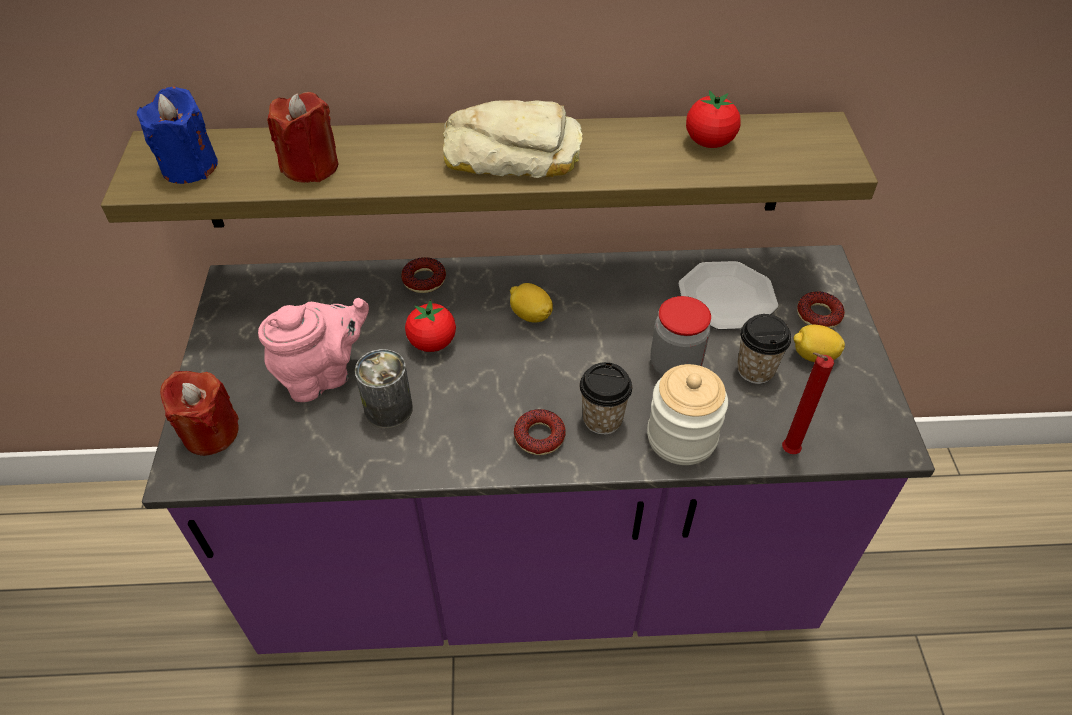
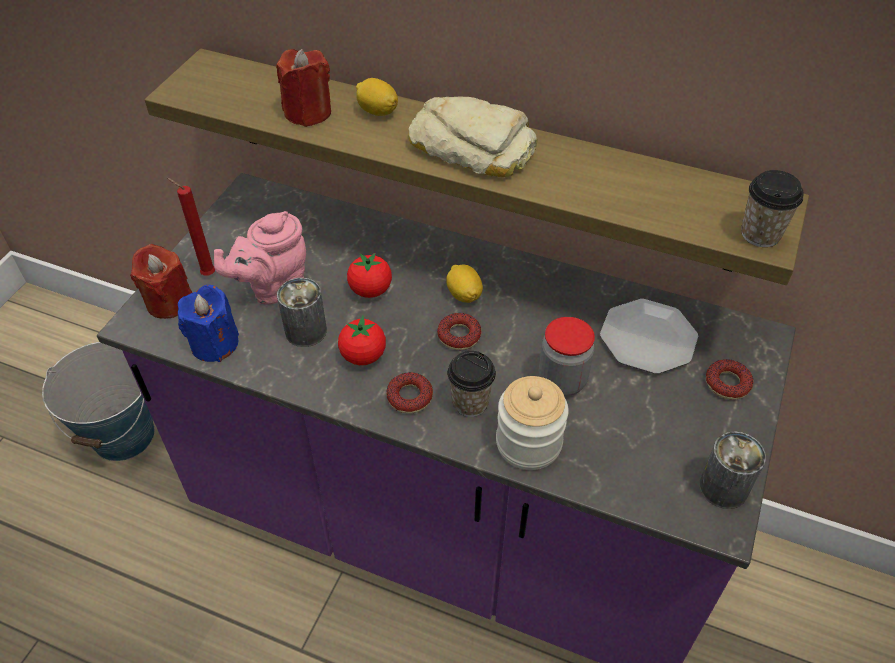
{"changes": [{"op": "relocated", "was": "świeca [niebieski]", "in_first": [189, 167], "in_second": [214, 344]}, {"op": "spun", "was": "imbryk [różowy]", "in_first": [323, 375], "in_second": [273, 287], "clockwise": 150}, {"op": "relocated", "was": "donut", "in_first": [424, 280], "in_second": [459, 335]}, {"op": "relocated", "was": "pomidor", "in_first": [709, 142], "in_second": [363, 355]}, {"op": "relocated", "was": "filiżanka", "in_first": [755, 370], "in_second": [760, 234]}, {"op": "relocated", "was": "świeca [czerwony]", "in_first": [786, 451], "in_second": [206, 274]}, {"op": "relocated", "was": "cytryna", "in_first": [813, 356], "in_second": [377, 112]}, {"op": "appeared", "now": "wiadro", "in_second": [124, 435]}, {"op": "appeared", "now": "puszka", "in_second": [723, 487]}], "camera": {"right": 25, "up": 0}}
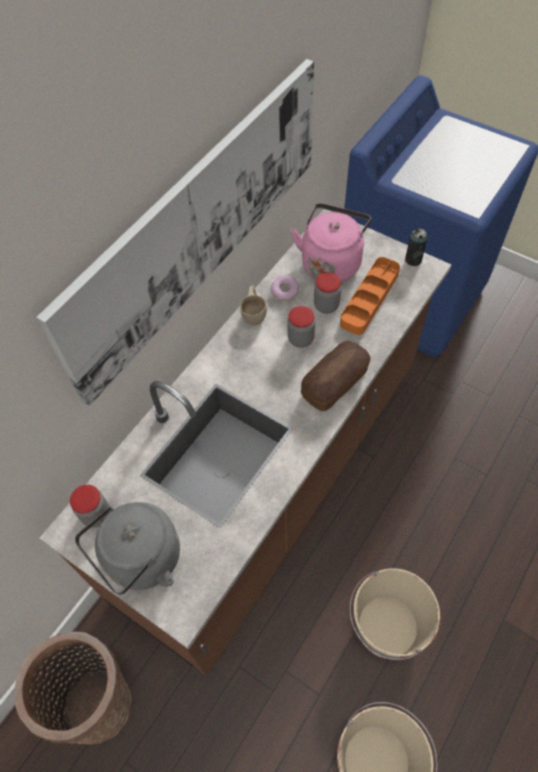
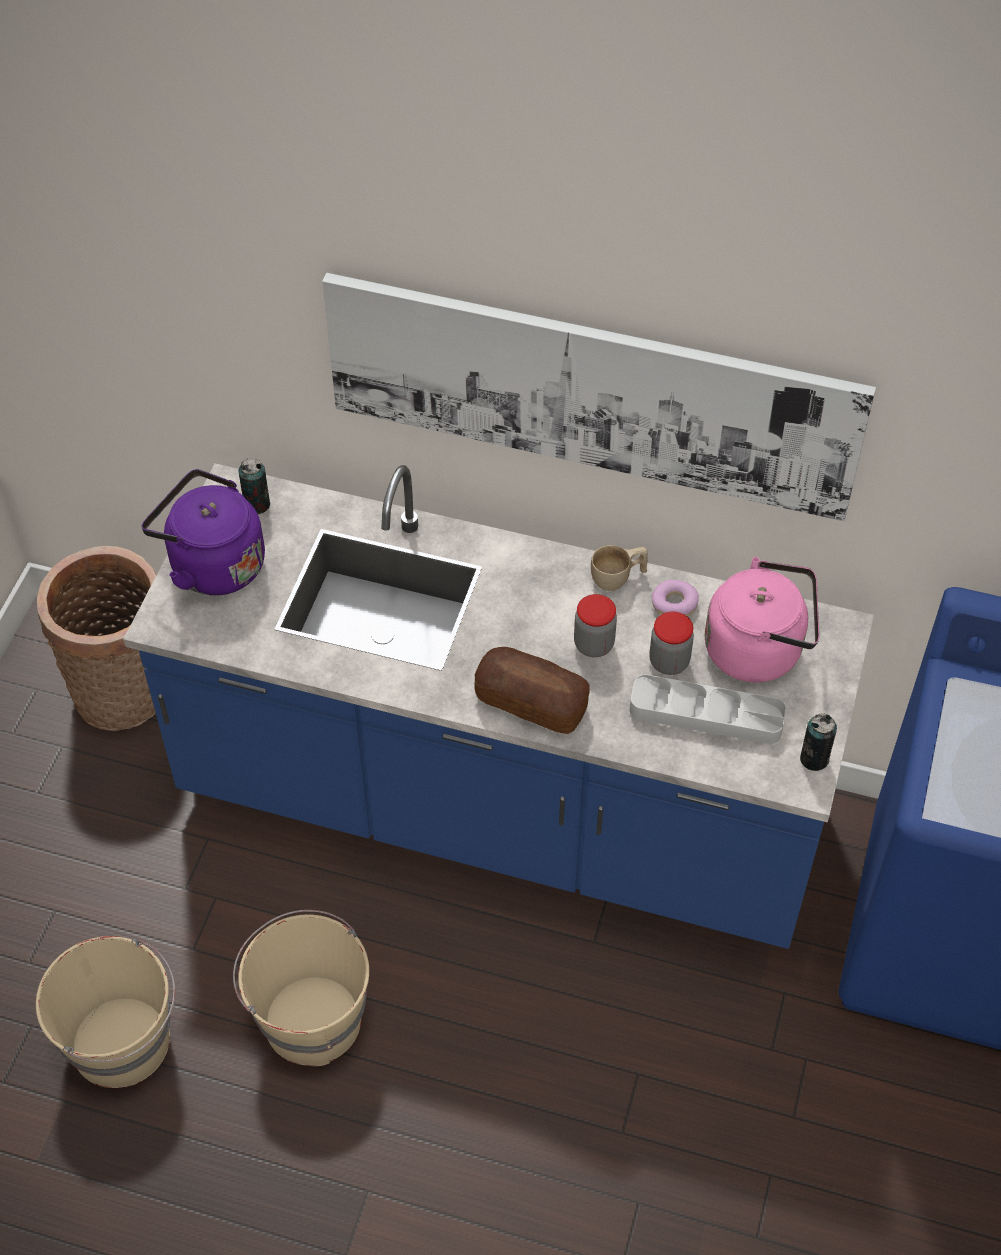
{"changes": [{"op": "colour", "was": "zabudowa kuchenna [brązowy]", "now": "zabudowa kuchenna [niebieski]", "in_first": [274, 480], "in_second": [500, 807]}, {"op": "exchanged", "was": "słoik", "now": "puszka", "in_first": [96, 515], "in_second": [257, 505]}, {"op": "colour", "was": "czajnik [szary]", "now": "czajnik [fioletowy]", "in_first": [140, 560], "in_second": [212, 564]}, {"op": "colour", "was": "taca [pomarańczowy]", "now": "taca [szary]", "in_first": [369, 298], "in_second": [706, 714]}], "camera": {"right": 70, "up": -5}}
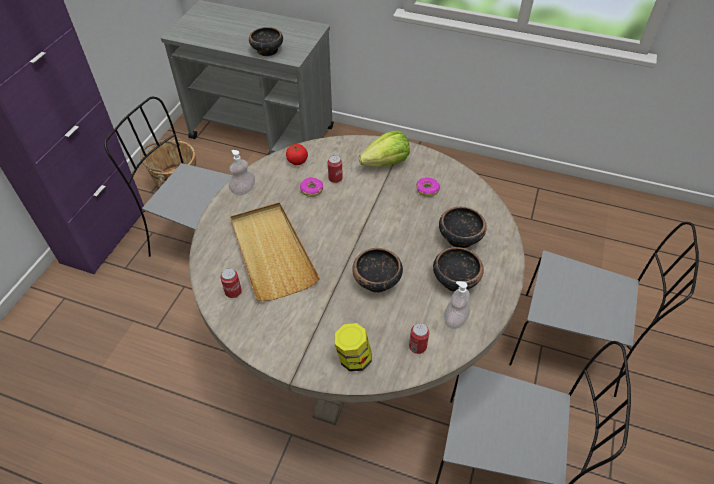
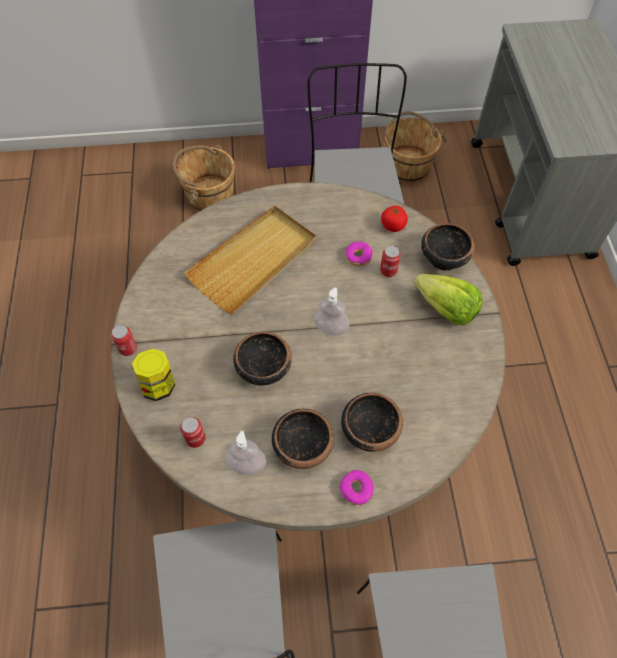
{"changes": [{"op": "relocated", "was": "puszka", "in_first": [233, 292], "in_second": [128, 348]}, {"op": "relocated", "was": "dozownik mydła", "in_first": [243, 190], "in_second": [331, 328]}, {"op": "relocated", "was": "miska", "in_first": [267, 51], "in_second": [443, 257]}, {"op": "relocated", "was": "donut", "in_first": [427, 190], "in_second": [356, 489]}, {"op": "appeared", "now": "wiadro [brązowy]", "in_second": [209, 196]}], "camera": {"right": 65, "up": 10}}
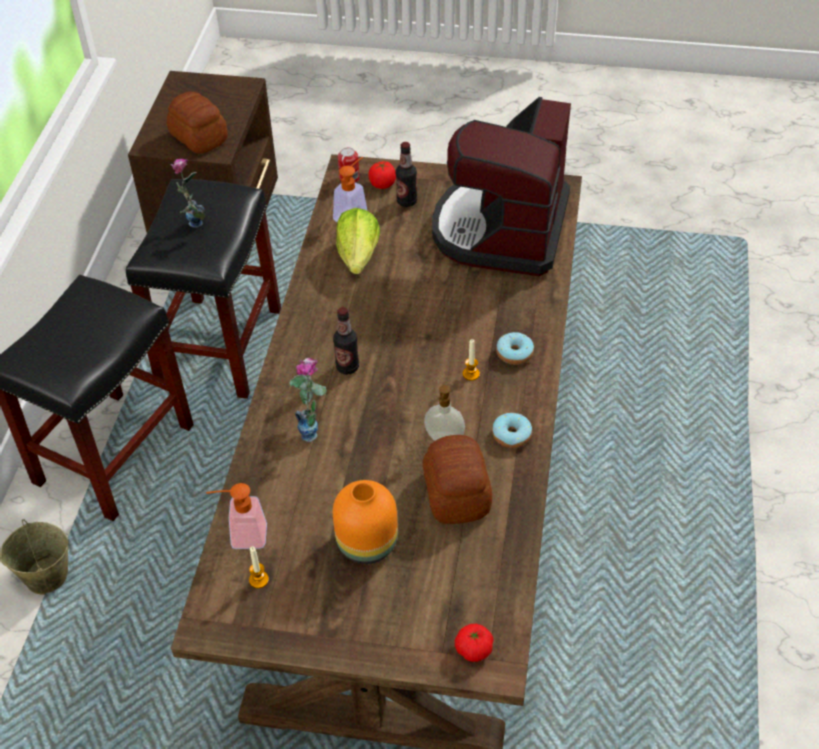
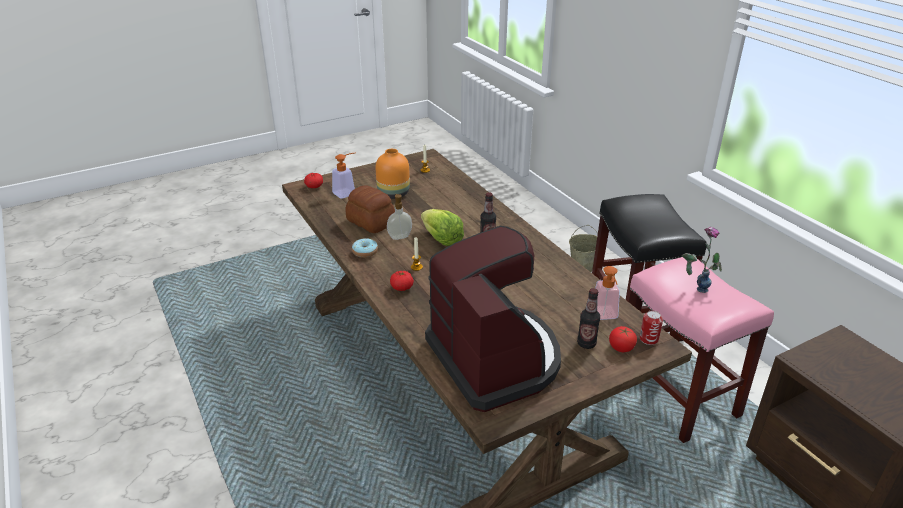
{"changes": [{"op": "colour", "was": "stołek [czarny]", "now": "stołek [różowy]", "in_first": [219, 346], "in_second": [677, 397]}, {"op": "missing", "was": "chleb", "in_first": [199, 136]}, {"op": "relocated", "was": "dozownik mydła", "in_first": [241, 536], "in_second": [347, 192]}, {"op": "missing", "was": "wazon", "in_first": [314, 427]}, {"op": "relocated", "was": "sałata", "in_first": [358, 256], "in_second": [441, 239]}, {"op": "exchanged", "was": "donut", "now": "pomidor", "in_first": [514, 353], "in_second": [402, 287]}], "camera": {"right": 140, "up": -15}}
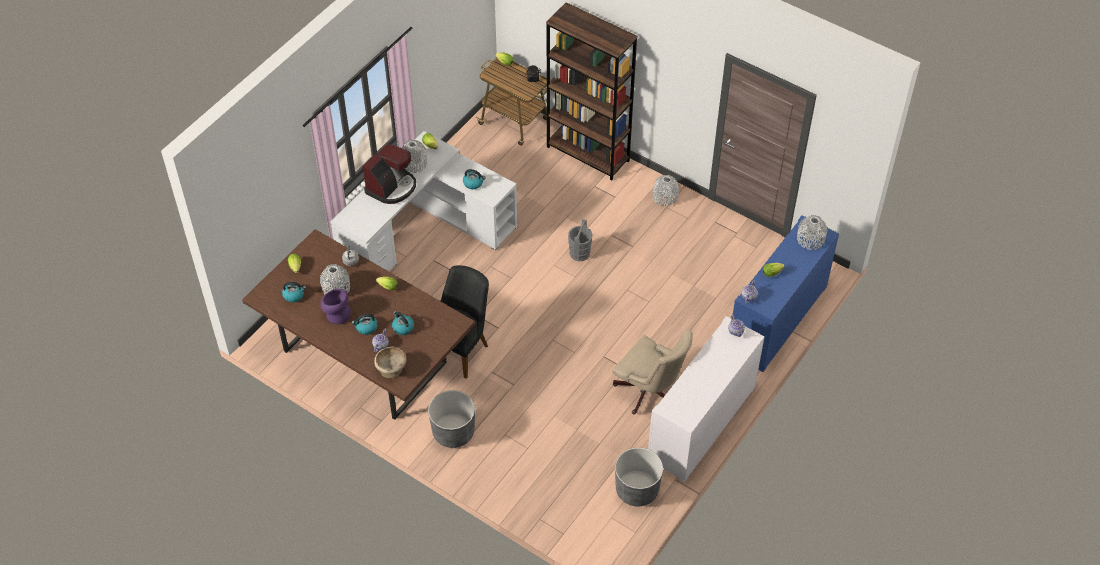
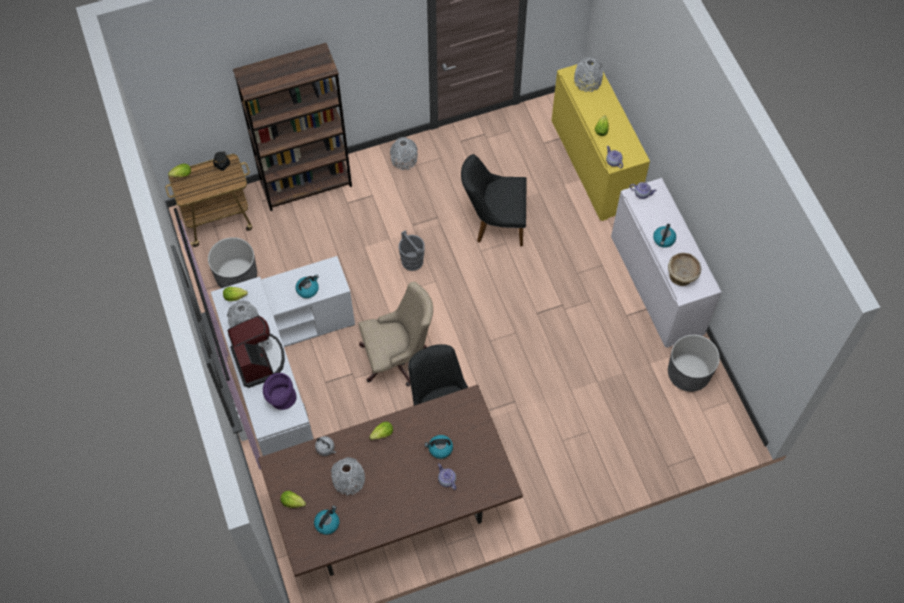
{"changes": [{"op": "relocated", "was": "wazon [fioletowy]", "in_first": [336, 314], "in_second": [280, 399]}, {"op": "relocated", "was": "czajnik", "in_first": [366, 327], "in_second": [663, 240]}, {"op": "relocated", "was": "miska [beżowy]", "in_first": [391, 369], "in_second": [682, 275]}, {"op": "relocated", "was": "donica [szary]", "in_first": [453, 432], "in_second": [237, 277]}, {"op": "relocated", "was": "krzesło biurowe [beżowy]", "in_first": [650, 392], "in_second": [397, 358]}, {"op": "colour", "was": "szafka [niebieski]", "now": "szafka [żółty]", "in_first": [777, 319], "in_second": [594, 164]}, {"op": "appeared", "now": "krzesło [czarny]", "in_second": [494, 223]}], "camera": {"right": -55, "up": 10}}
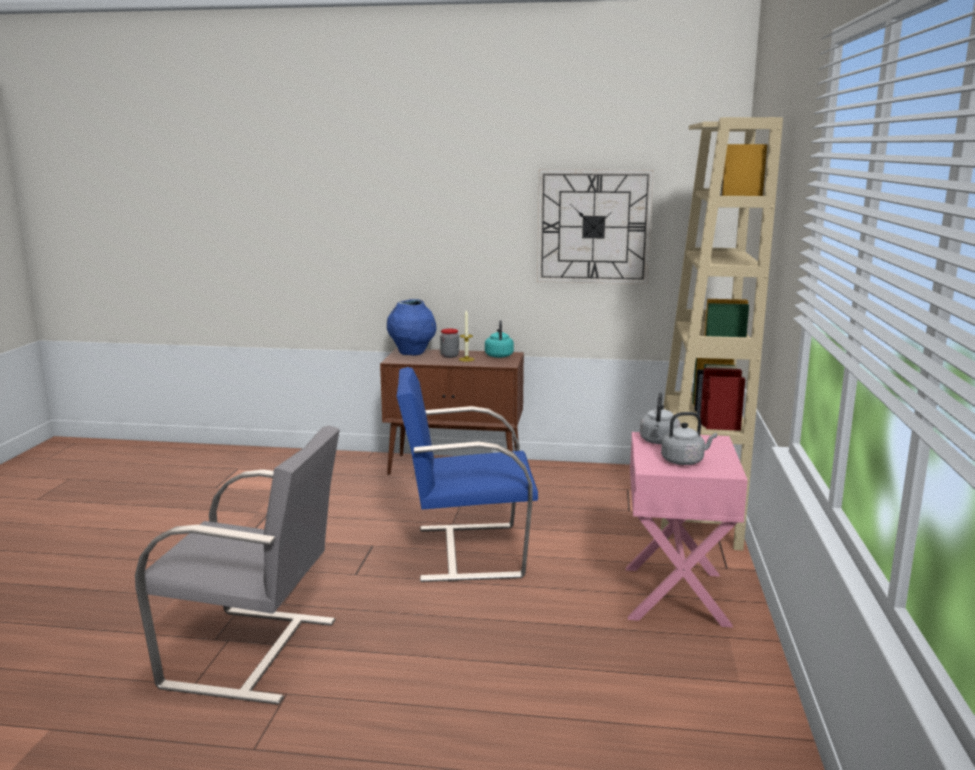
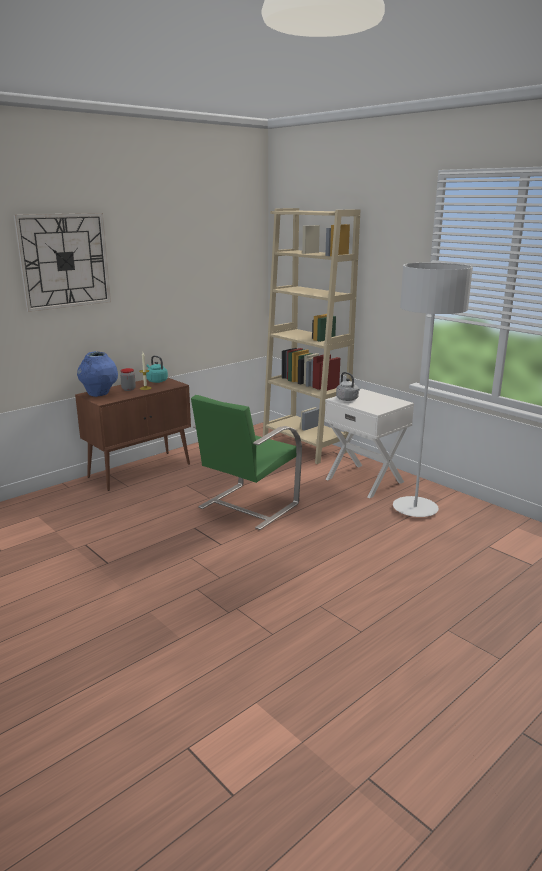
{"changes": [{"op": "missing", "was": "krzesło [szary]", "in_first": [254, 653]}, {"op": "colour", "was": "krzesło [niebieski]", "now": "krzesło [zielony]", "in_first": [466, 551], "in_second": [247, 506]}, {"op": "relocated", "was": "zegar ścienny", "in_first": [593, 226], "in_second": [64, 261]}, {"op": "colour", "was": "szafka nocna [różowy]", "now": "szafka nocna [biały]", "in_first": [677, 595], "in_second": [365, 480]}, {"op": "missing", "was": "czajnik [szary]", "in_first": [684, 461]}, {"op": "appeared", "now": "lampa stojąca [szary]", "in_second": [415, 509]}], "camera": {"right": -50, "up": 5}}
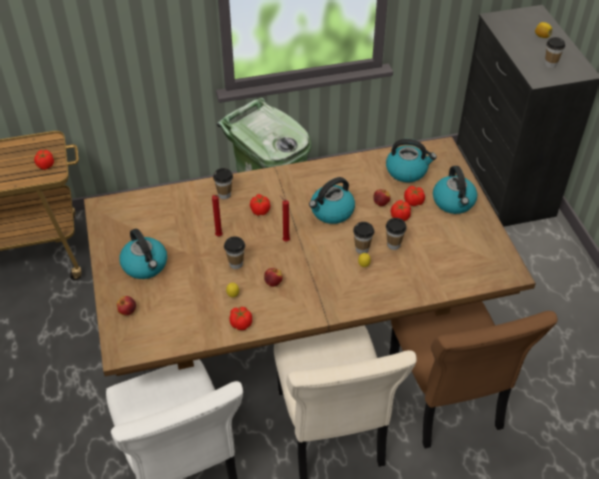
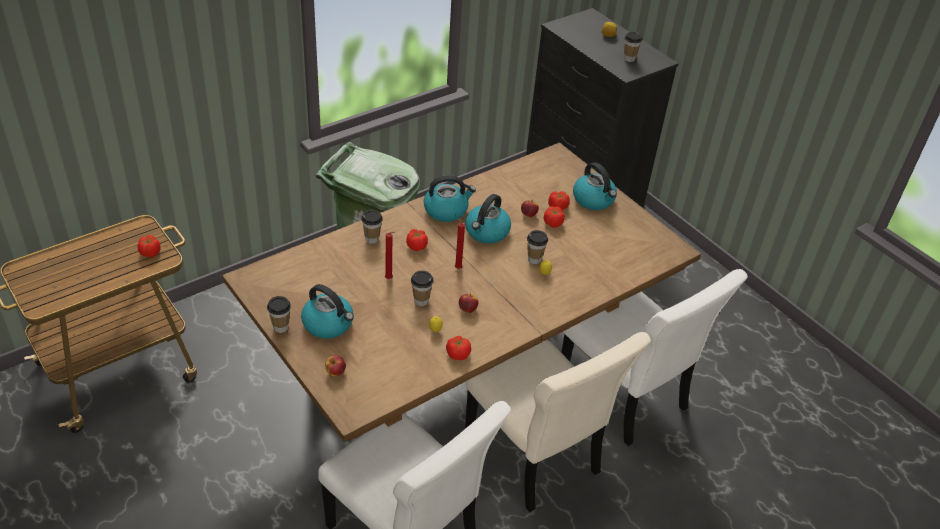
{"changes": [{"op": "relocated", "was": "czajnik", "in_first": [407, 171], "in_second": [446, 210]}, {"op": "relocated", "was": "filiżanka", "in_first": [393, 245], "in_second": [281, 327]}, {"op": "colour", "was": "krzesło [brązowy]", "now": "krzesło [biały]", "in_first": [446, 400], "in_second": [625, 397]}], "camera": {"right": -25, "up": -5}}
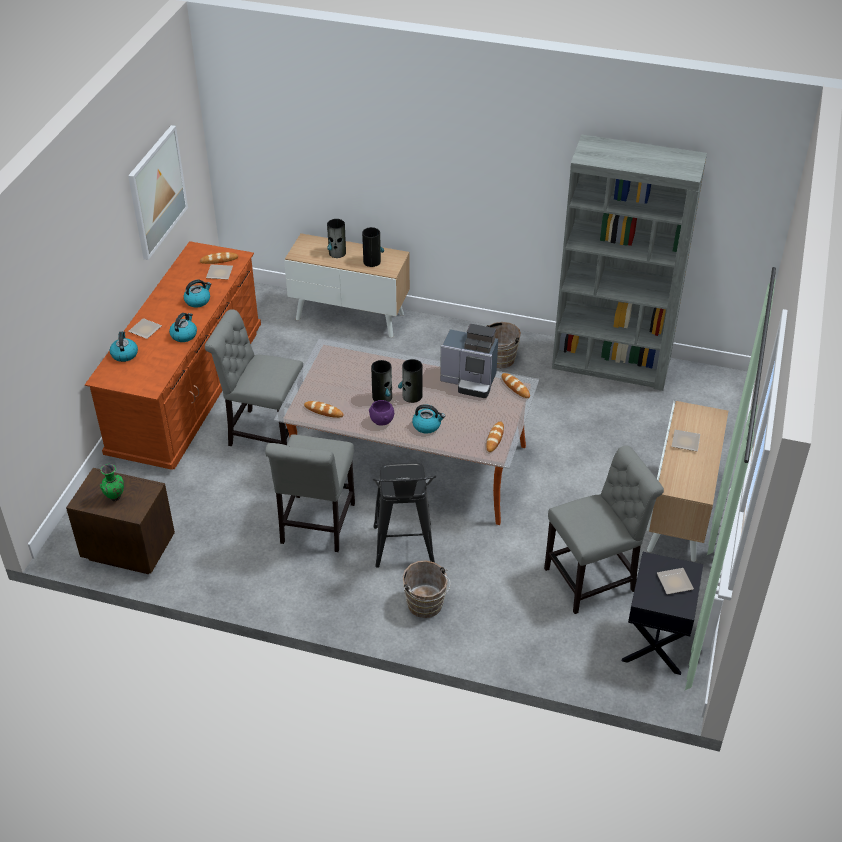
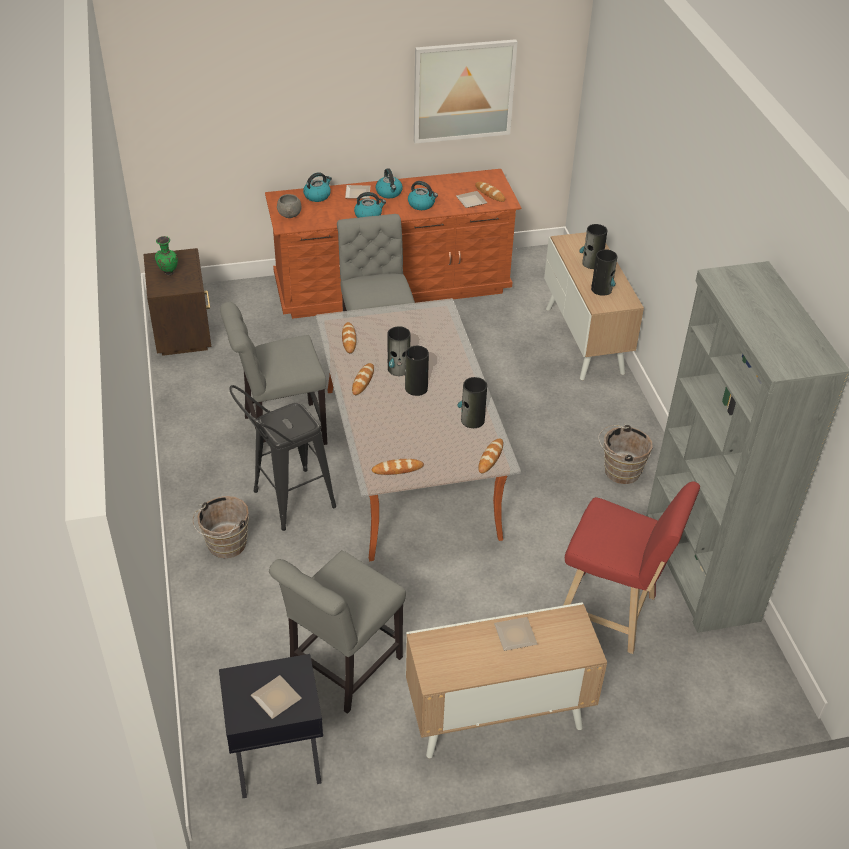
{"changes": [{"op": "exchanged", "was": "miska [fioletowy]", "now": "chleb", "in_first": [381, 421], "in_second": [363, 381]}, {"op": "relocated", "was": "czajnik", "in_first": [427, 425], "in_second": [389, 193]}, {"op": "exchanged", "was": "ekspres do kawy", "now": "wazon", "in_first": [470, 381], "in_second": [472, 420]}, {"op": "spun", "was": "krzesło [szary]", "in_first": [594, 579], "in_second": [341, 669], "clockwise": 90}, {"op": "appeared", "now": "miska [szary]", "in_second": [289, 216]}, {"op": "appeared", "now": "stołek [czerwony]", "in_second": [612, 613]}], "camera": {"right": 60, "up": 0}}
